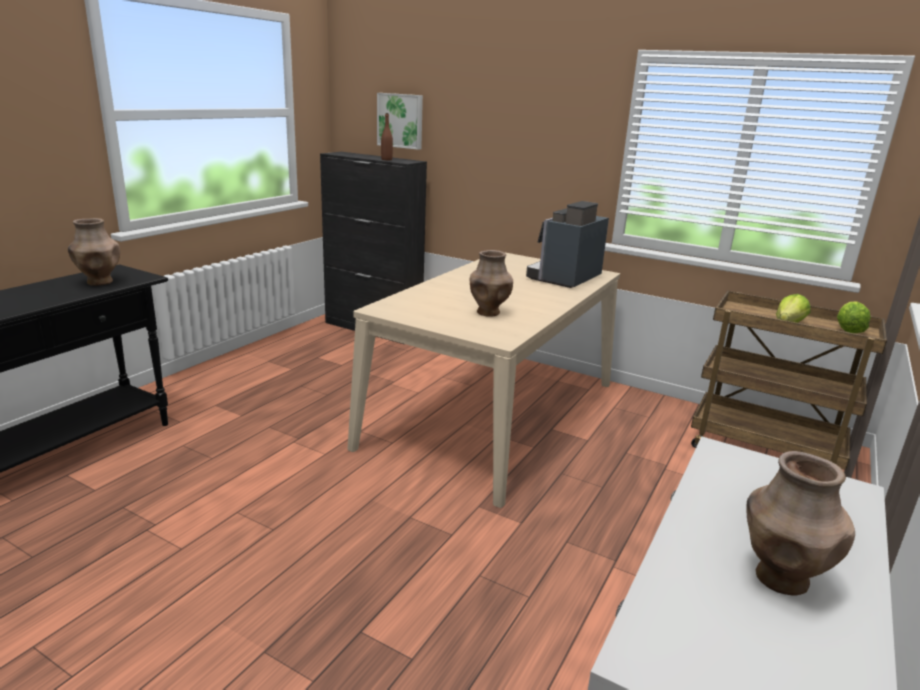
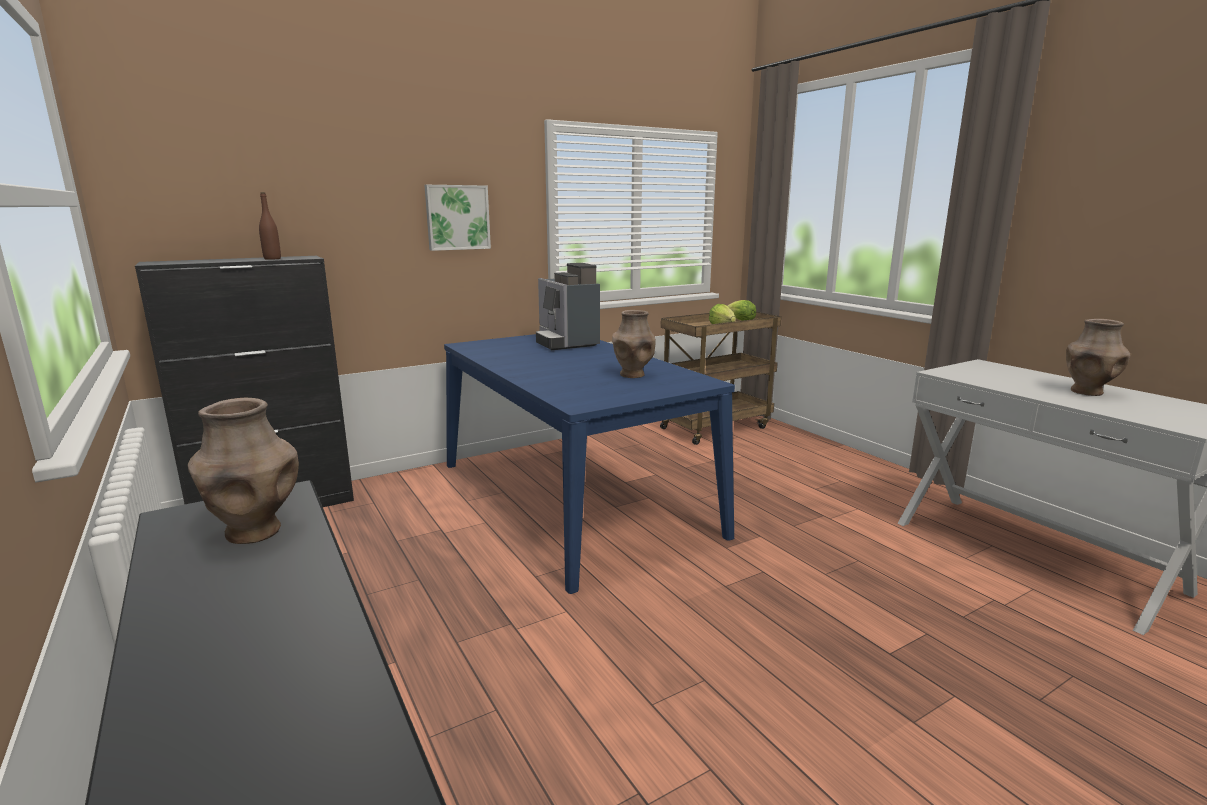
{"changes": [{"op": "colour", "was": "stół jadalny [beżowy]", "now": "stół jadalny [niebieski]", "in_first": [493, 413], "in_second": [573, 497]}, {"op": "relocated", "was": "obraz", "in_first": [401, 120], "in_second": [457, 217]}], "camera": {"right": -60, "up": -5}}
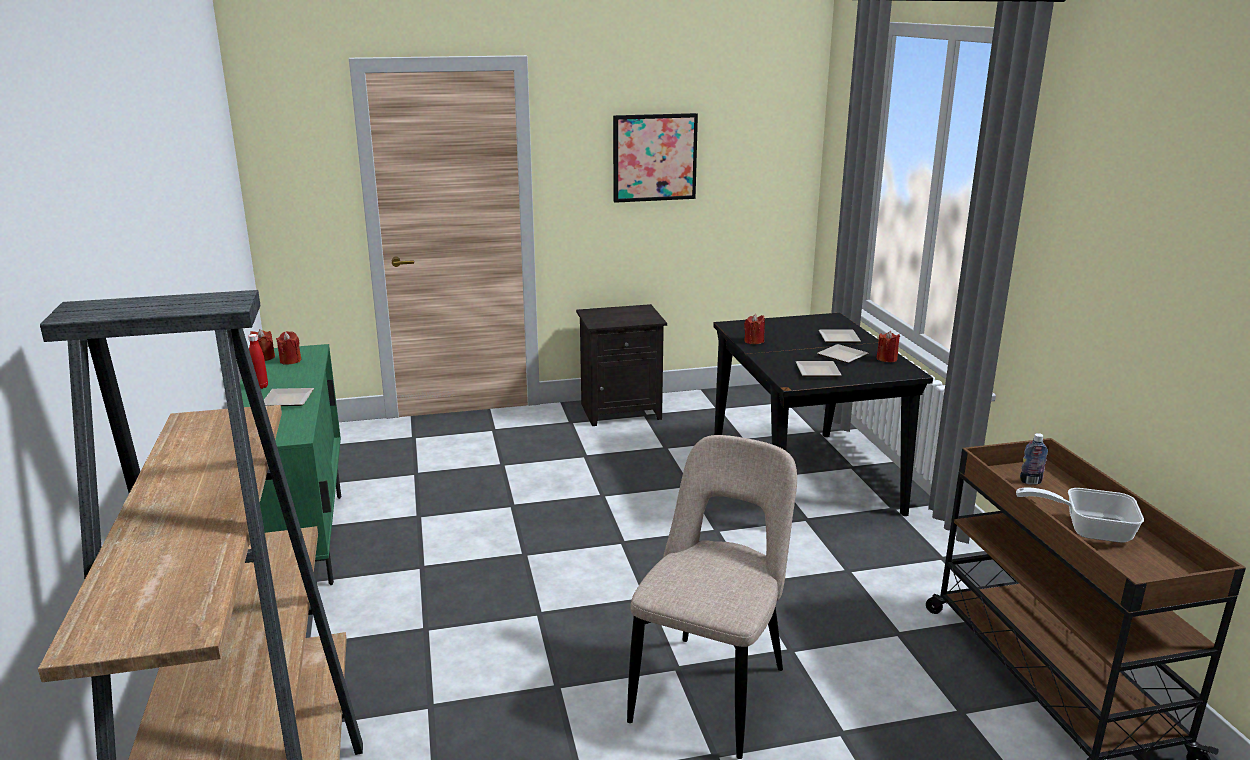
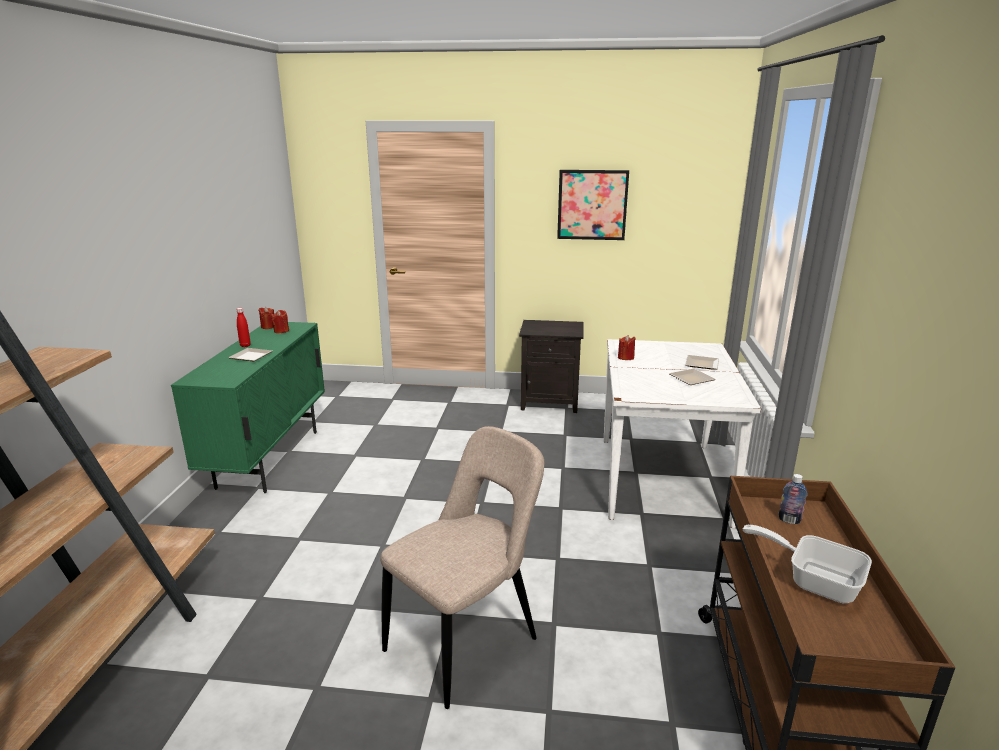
{"changes": [{"op": "colour", "was": "stół jadalny [czarny]", "now": "stół jadalny [biały]", "in_first": [805, 479], "in_second": [662, 479]}, {"op": "missing", "was": "talerz", "in_first": [818, 371]}, {"op": "missing", "was": "świeca [czerwony]", "in_first": [886, 359]}], "camera": {"right": 20, "up": 0}}
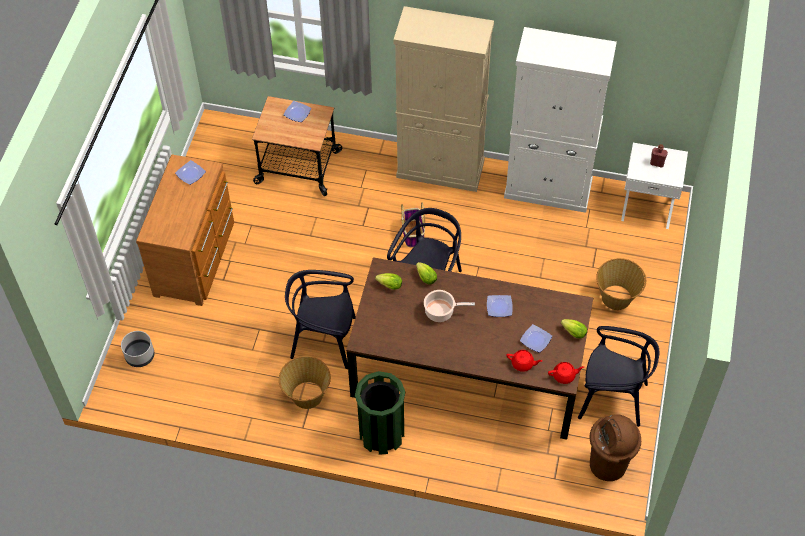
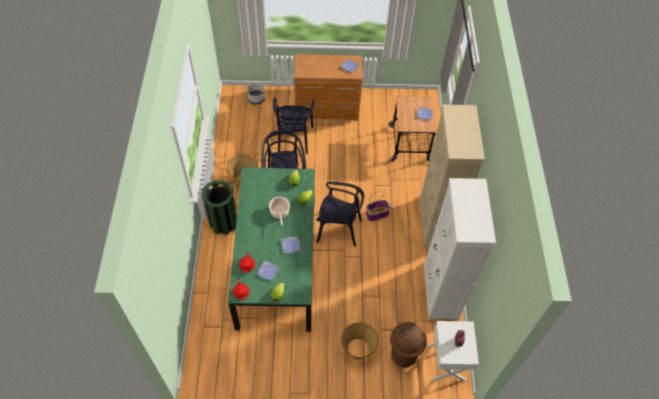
{"changes": [{"op": "colour", "was": "stół jadalny [brązowy]", "now": "stół jadalny [zielony]", "in_first": [469, 371], "in_second": [277, 263]}, {"op": "relocated", "was": "krzesło [czarny]", "in_first": [612, 398], "in_second": [294, 139]}, {"op": "relocated", "was": "kosz na śmieci [brązowy]", "in_first": [608, 465], "in_second": [403, 355]}], "camera": {"right": 75, "up": 0}}
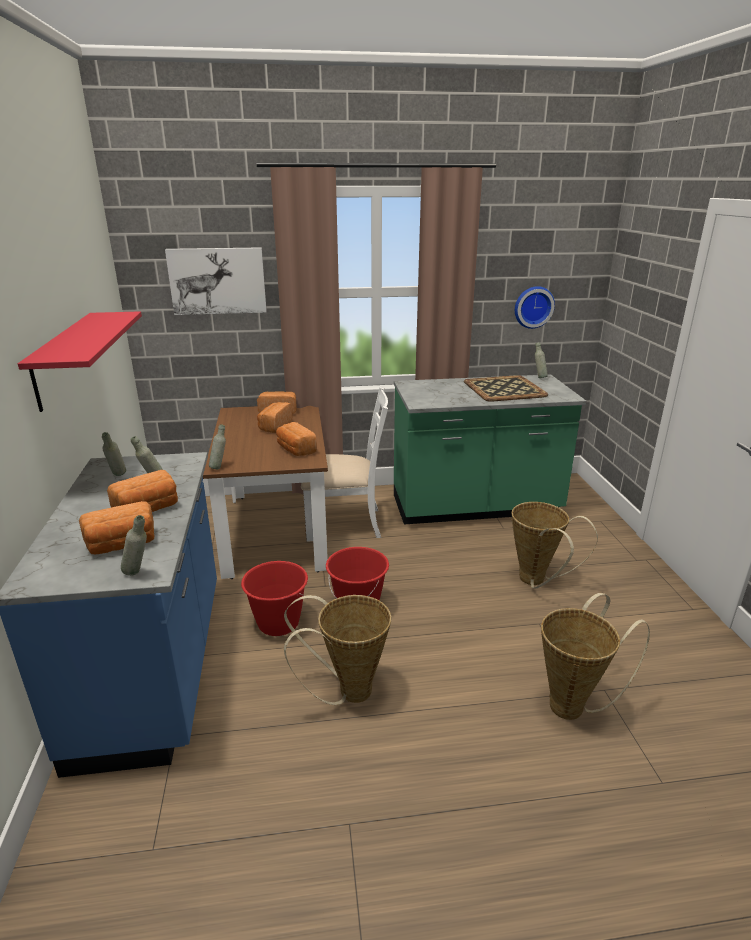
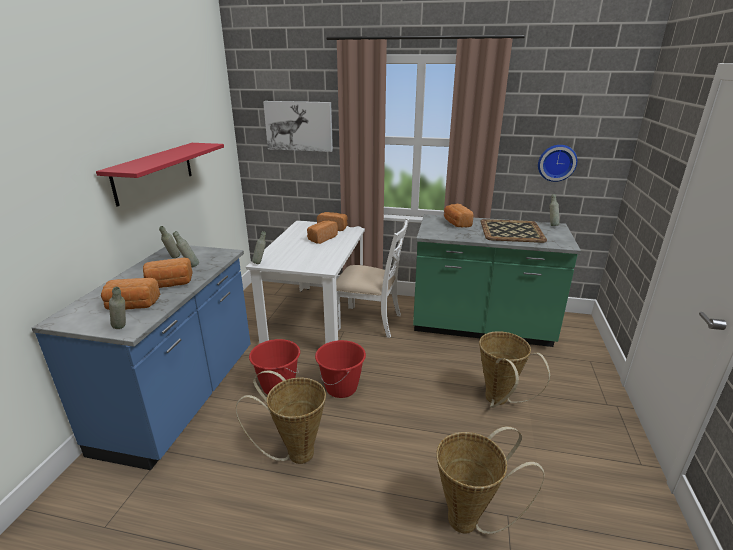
{"changes": [{"op": "colour", "was": "stół jadalny [brązowy]", "now": "stół jadalny [biały]", "in_first": [276, 531], "in_second": [317, 317]}, {"op": "relocated", "was": "chleb", "in_first": [295, 450], "in_second": [456, 223]}], "camera": {"right": 20, "up": 0}}
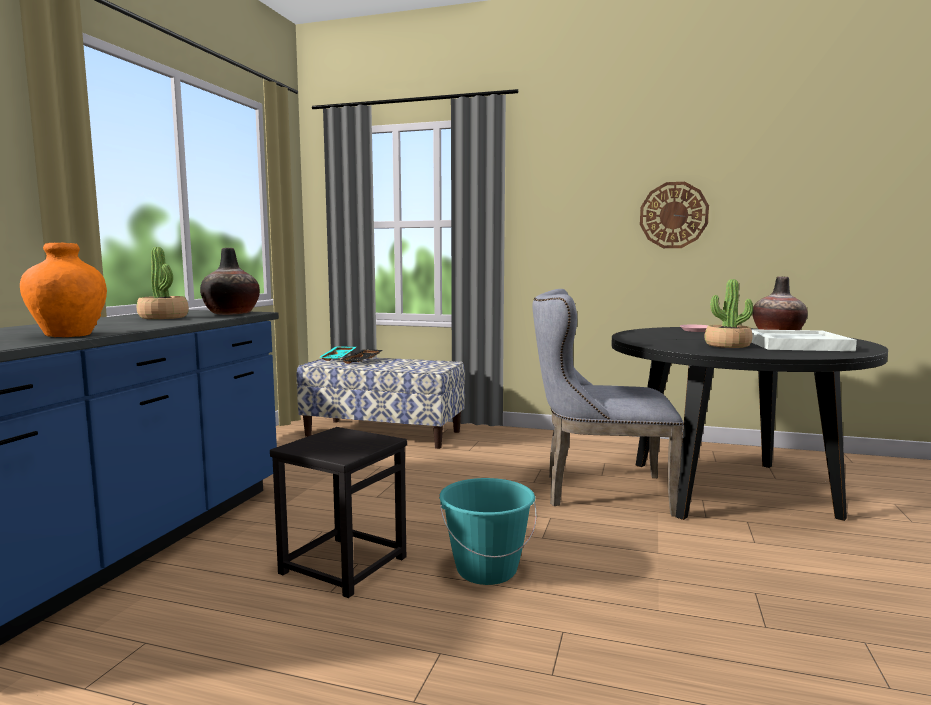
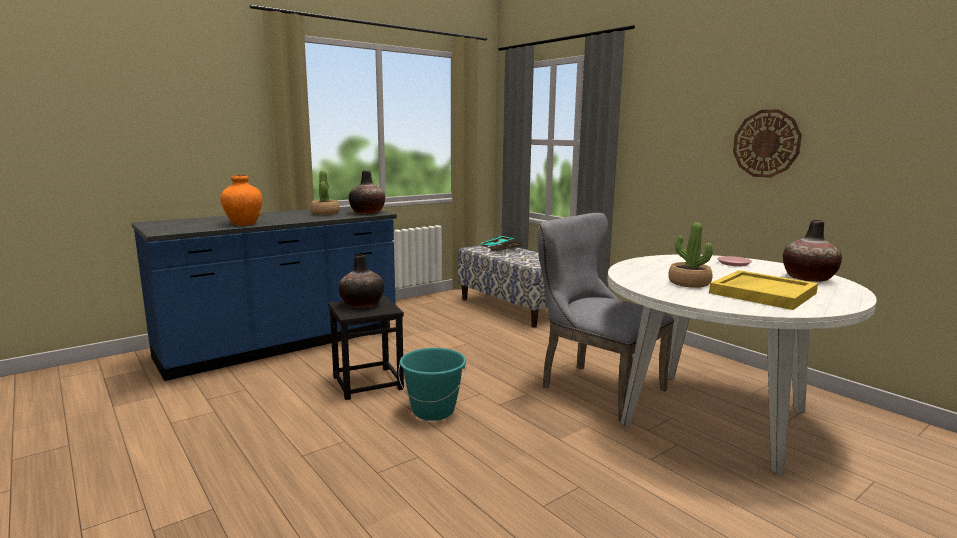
{"changes": [{"op": "colour", "was": "stół jadalny [czarny]", "now": "stół jadalny [biały]", "in_first": [728, 489], "in_second": [714, 417]}, {"op": "colour", "was": "taca [biały]", "now": "taca [żółty]", "in_first": [795, 344], "in_second": [762, 293]}, {"op": "appeared", "now": "wazon", "in_second": [362, 304]}], "camera": {"right": 35, "up": 5}}
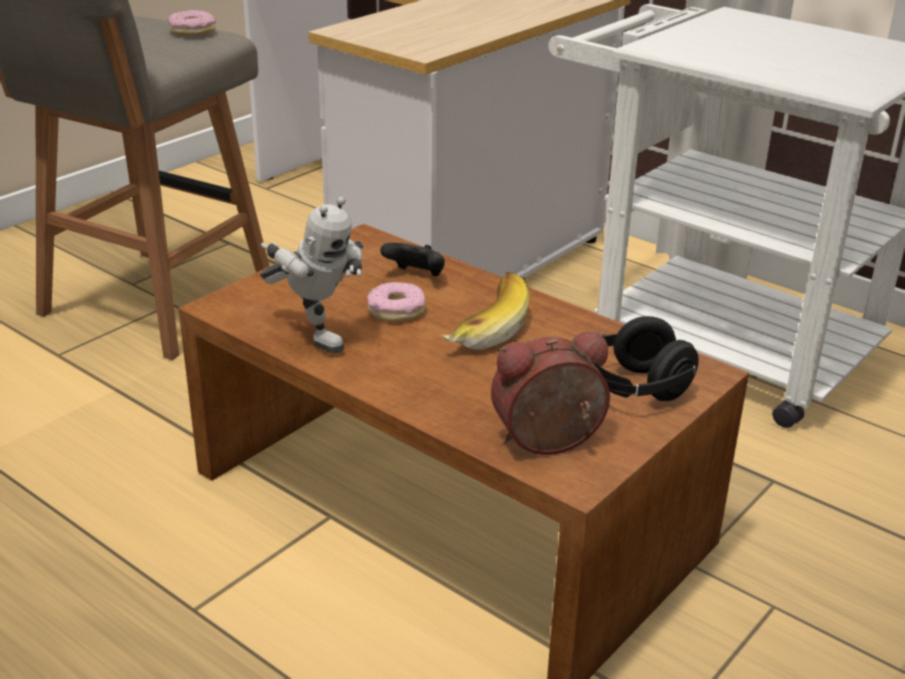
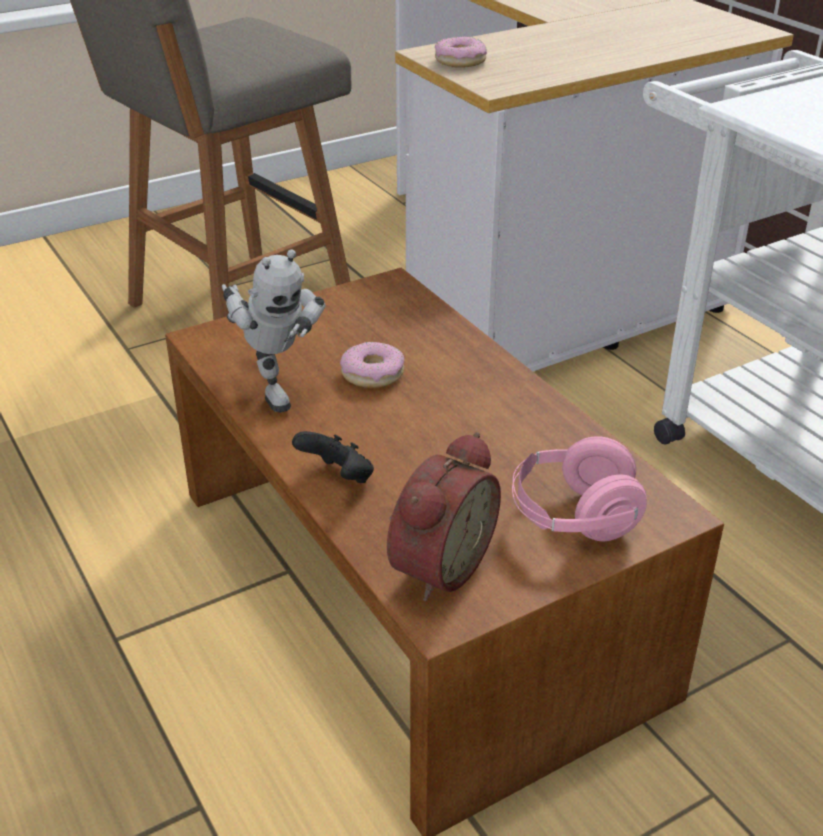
{"changes": [{"op": "relocated", "was": "donut", "in_first": [192, 31], "in_second": [460, 61]}, {"op": "relocated", "was": "pad do gier [czarny]", "in_first": [416, 276], "in_second": [338, 478]}, {"op": "missing", "was": "banan", "in_first": [483, 327]}, {"op": "spun", "was": "budzik", "in_first": [549, 444], "in_second": [437, 565], "clockwise": 120}, {"op": "colour", "was": "słuchawki [czarny]", "now": "słuchawki [różowy]", "in_first": [634, 389], "in_second": [573, 517]}], "camera": {"right": 20, "up": 5}}
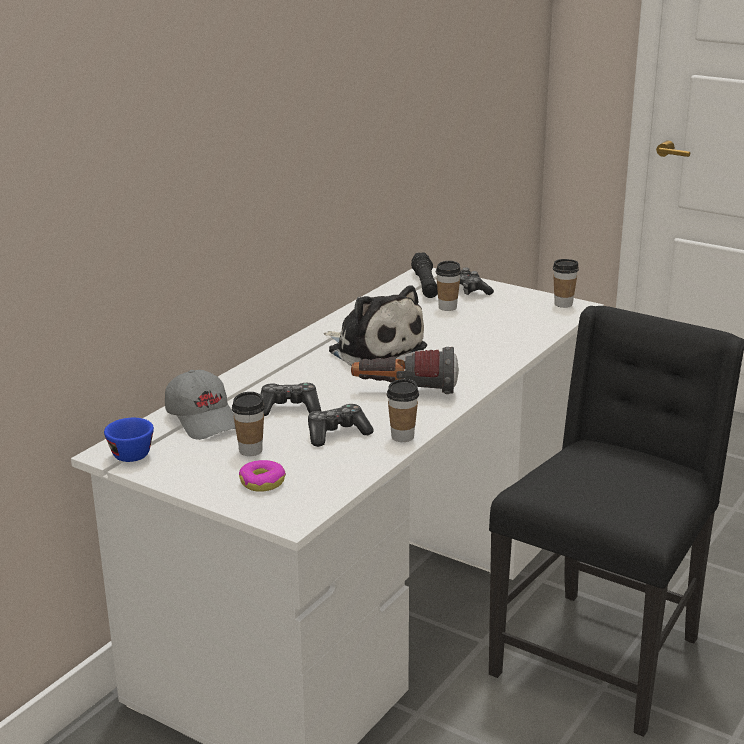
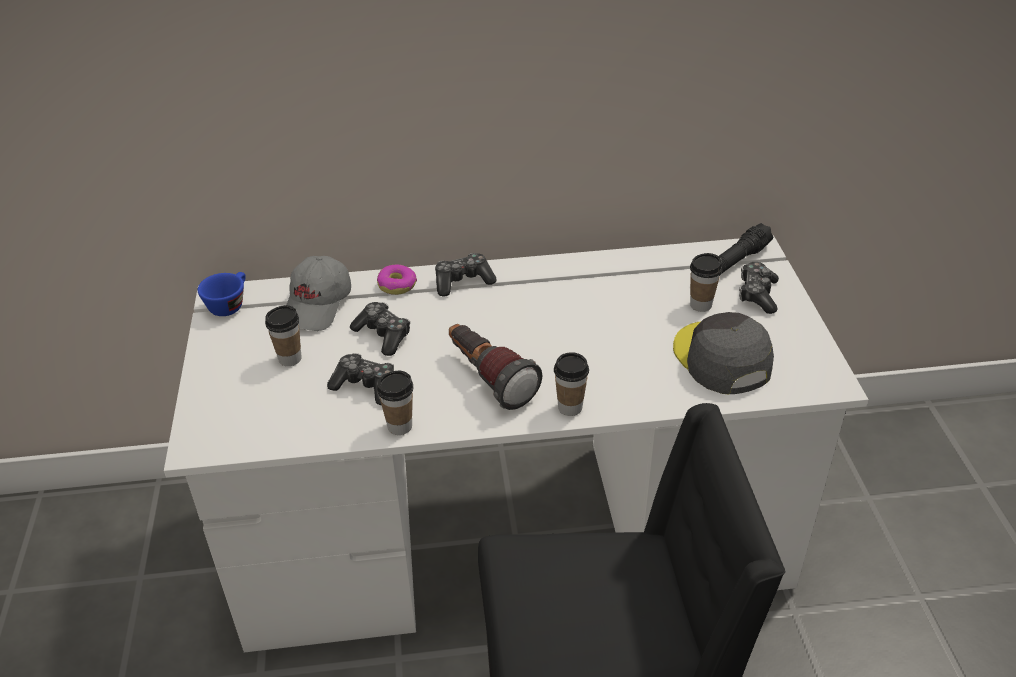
{"changes": [{"op": "relocated", "was": "donut", "in_first": [262, 482], "in_second": [397, 285]}, {"op": "missing", "was": "pluszak", "in_first": [373, 349]}, {"op": "relocated", "was": "filiżanka", "in_first": [563, 304], "in_second": [570, 407]}, {"op": "appeared", "now": "pad do gier", "in_second": [463, 281]}, {"op": "appeared", "now": "czapka z daszkiem [szary]", "in_second": [721, 359]}], "camera": {"right": 50, "up": 15}}
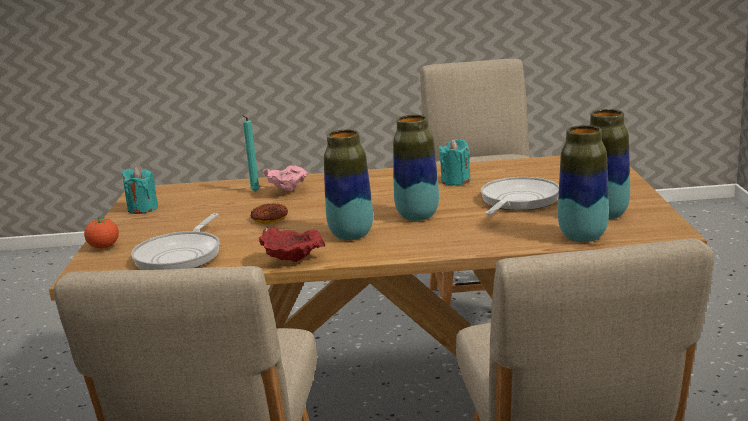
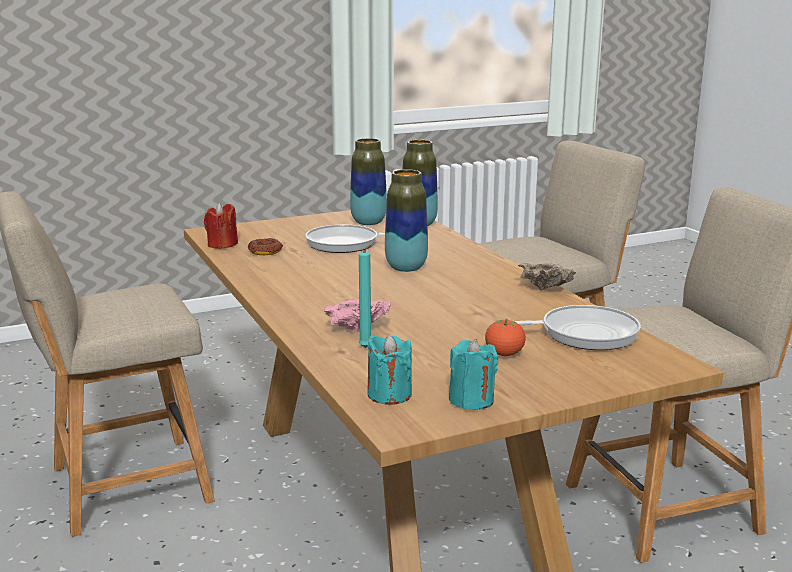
{"changes": [{"op": "relocated", "was": "pomidor", "in_first": [104, 247], "in_second": [504, 354]}, {"op": "relocated", "was": "donut", "in_first": [269, 218], "in_second": [265, 251]}, {"op": "colour", "was": "miska [czerwony]", "now": "miska [beżowy]", "in_first": [293, 261], "in_second": [545, 290]}, {"op": "missing", "was": "wazon", "in_first": [351, 235]}, {"op": "relocated", "was": "świeca [turkusowy]", "in_first": [455, 181], "in_second": [389, 394]}, {"op": "appeared", "now": "świeca [czerwony]", "in_second": [222, 244]}], "camera": {"right": -115, "up": 0}}
